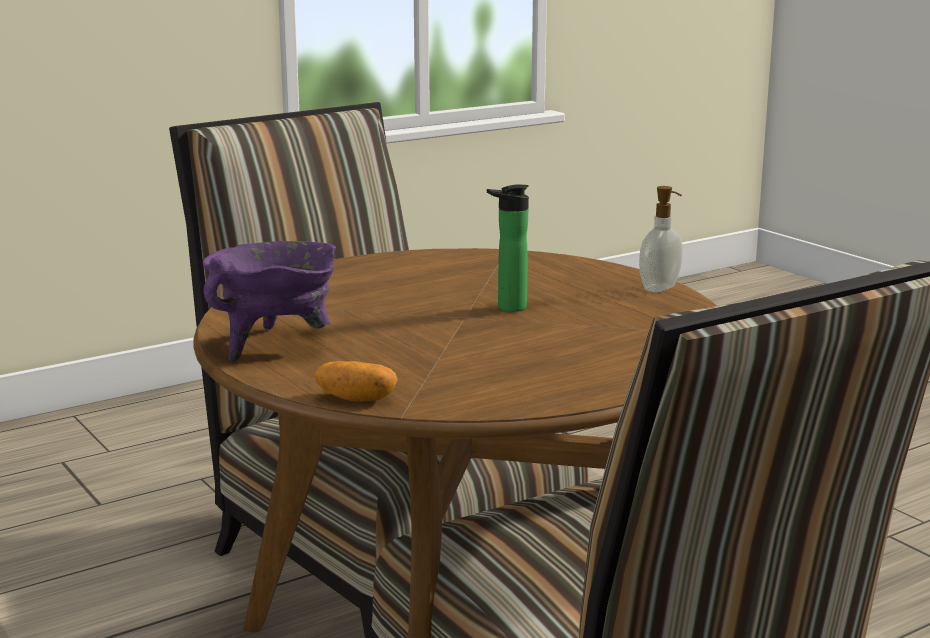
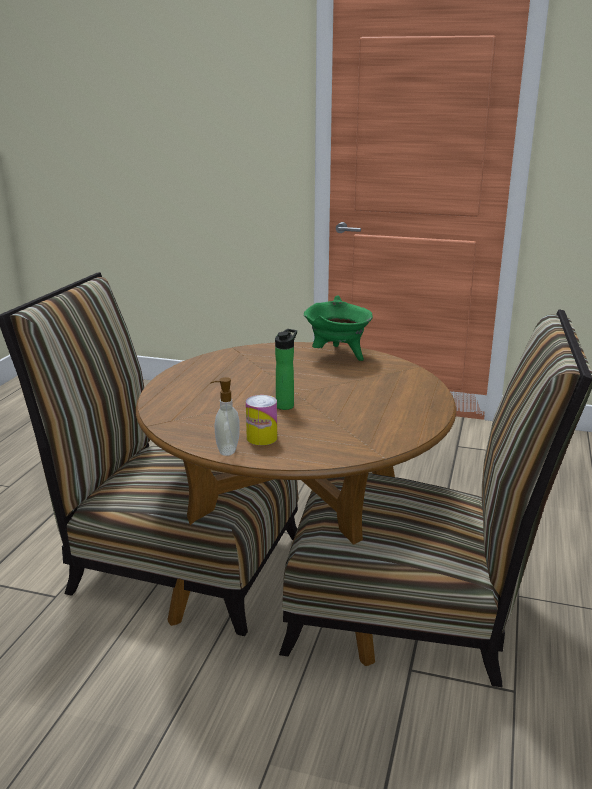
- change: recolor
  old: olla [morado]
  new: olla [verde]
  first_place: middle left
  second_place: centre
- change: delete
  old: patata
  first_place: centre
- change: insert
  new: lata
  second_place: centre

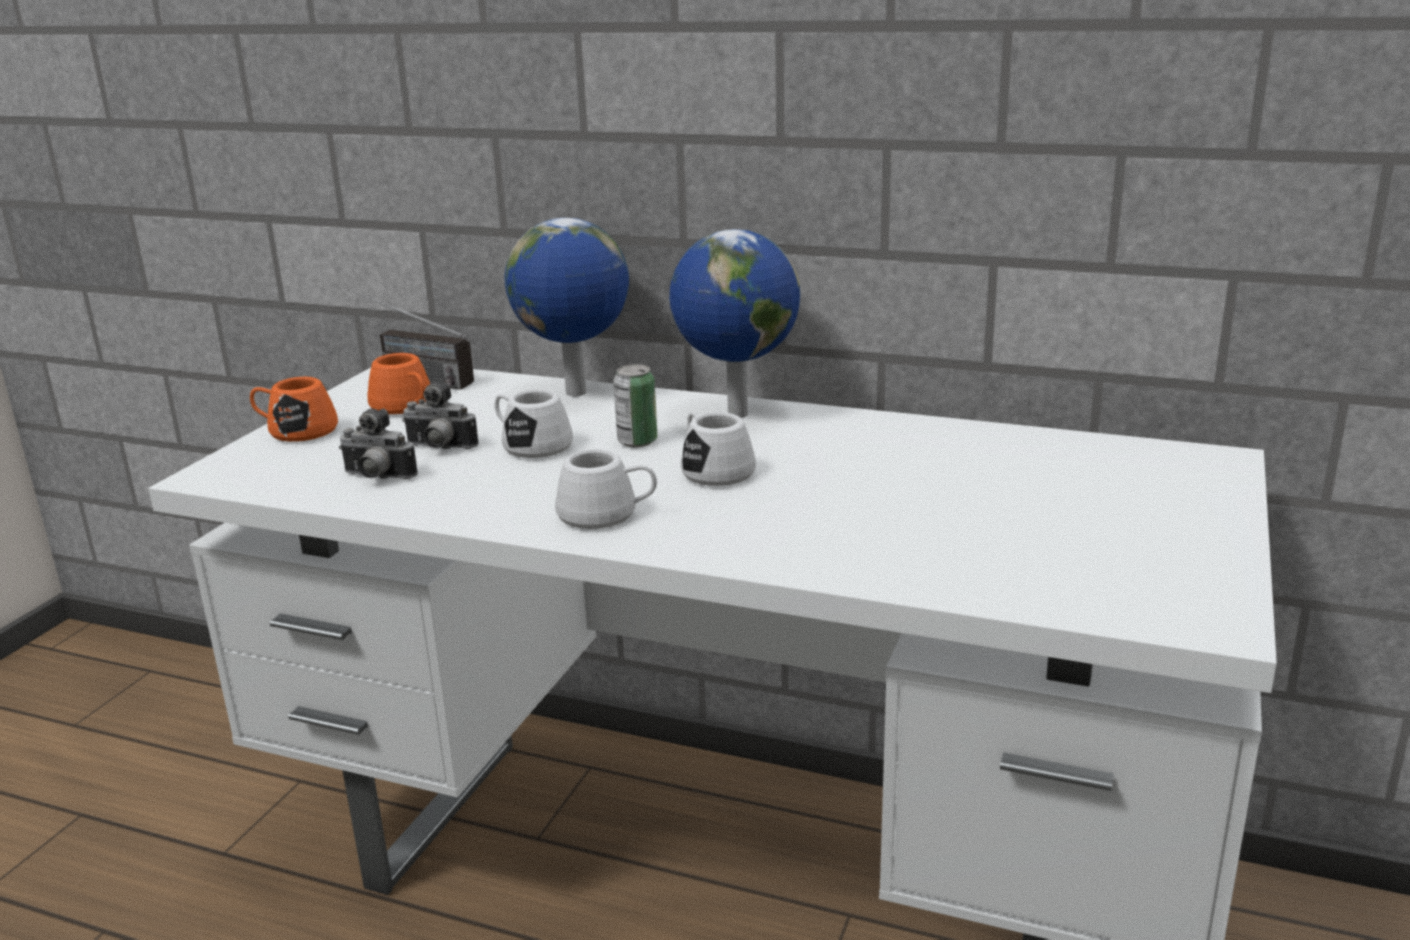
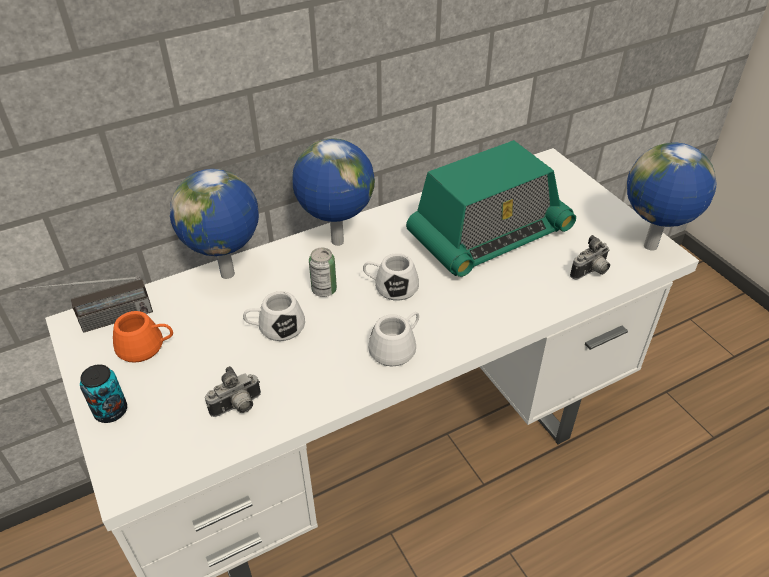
- change: replace
  old: taza grande [naranja] (1st from left)
  new: lata (1st from left)
  first_place: middle left
  second_place: bottom left
- change: move
  old: cámara (2nd from left)
  first_place: middle left
  second_place: middle right
- change: insert
  new: radio (2nd from left)
  second_place: centre
- change: insert
  new: globo terráqueo (3rd from left)
  second_place: middle right

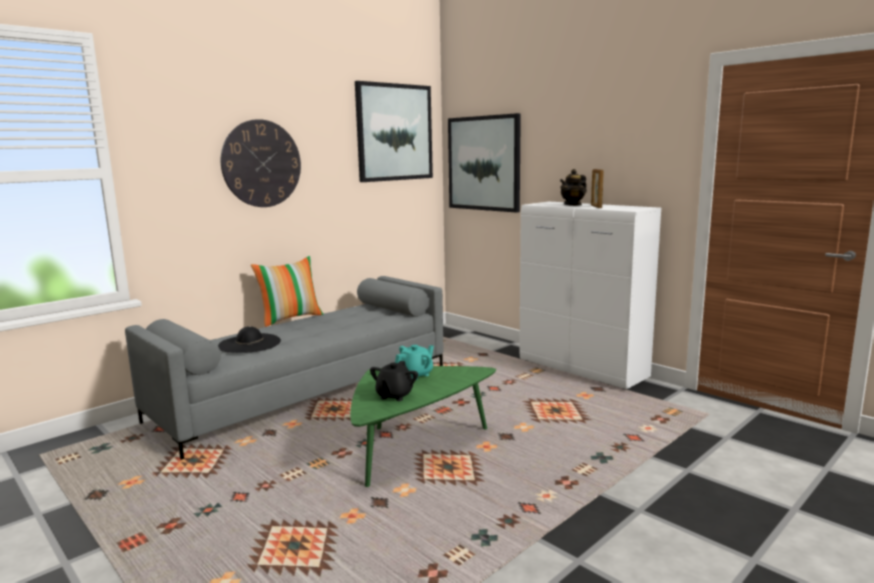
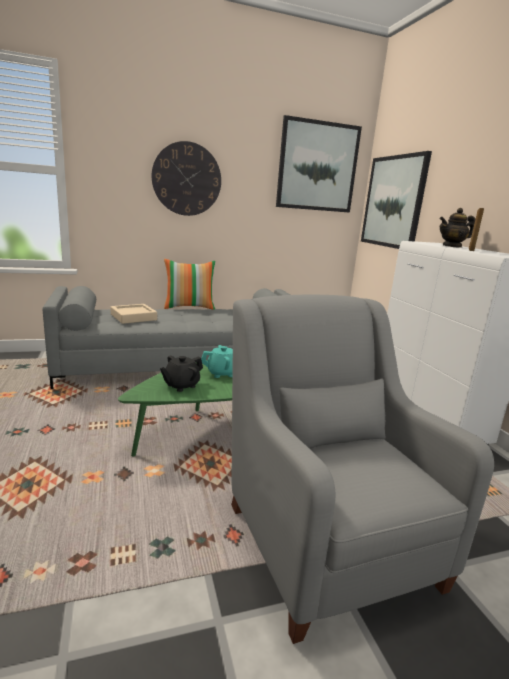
- change: replace
  old: sombrero [negro]
  new: bandeja [beis]
  first_place: middle left
  second_place: middle left
- change: insert
  new: sillón [gris]
  second_place: bottom right

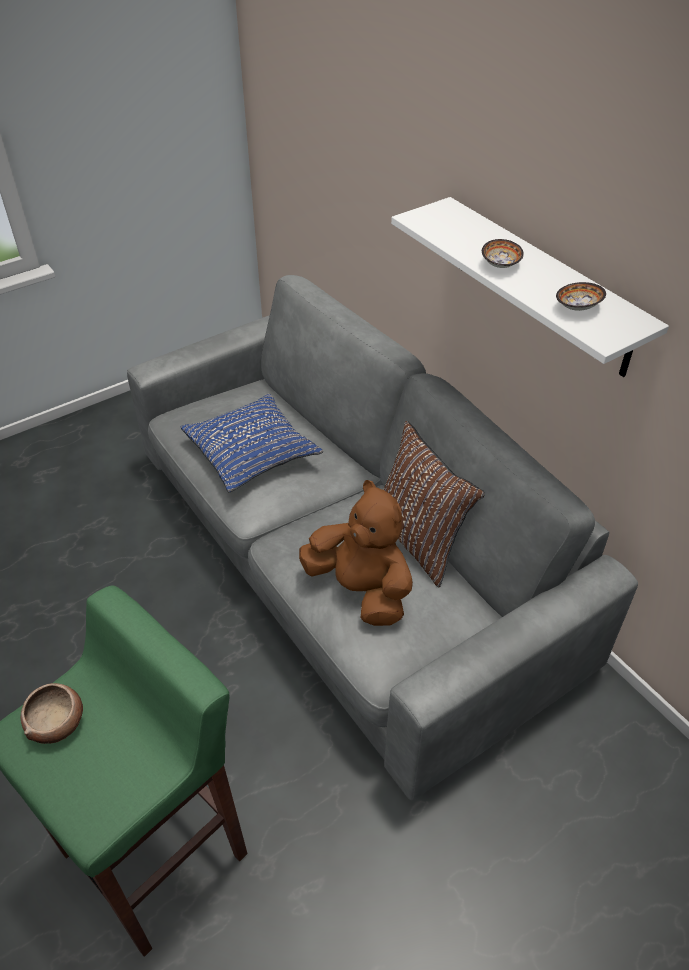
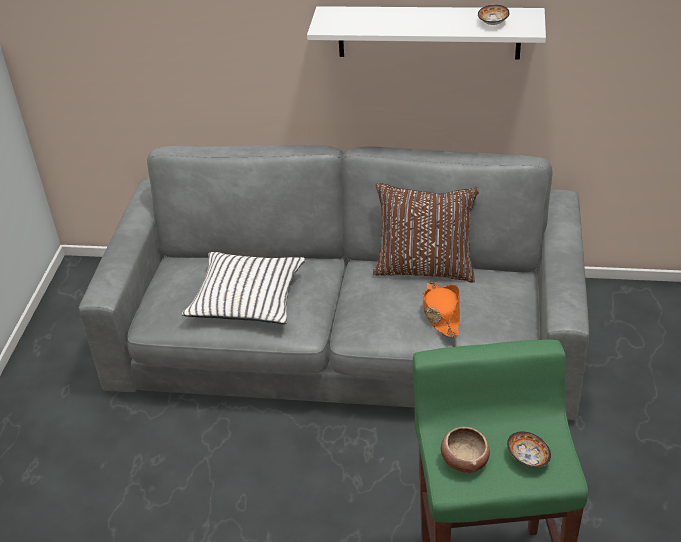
- change: recolor
  old: cojín [azul]
  new: cojín [blanco]
  first_place: centre
  second_place: centre
- change: replace
  old: peluche [marrón]
  new: sombrero [naranja]
  first_place: centre
  second_place: centre
- change: move
  old: cuenco (2nd from left in the first image)
  new: cuenco (3rd from left)
  first_place: top right
  second_place: bottom right

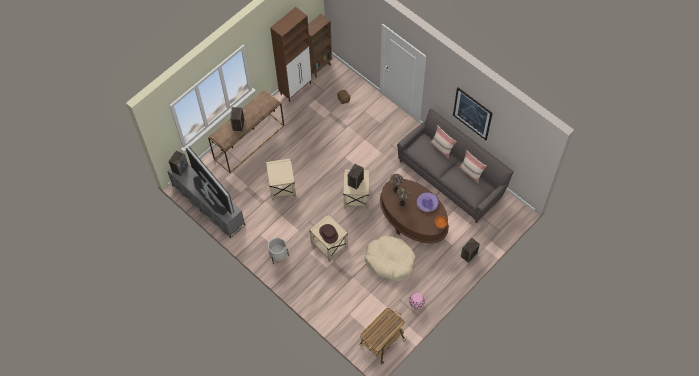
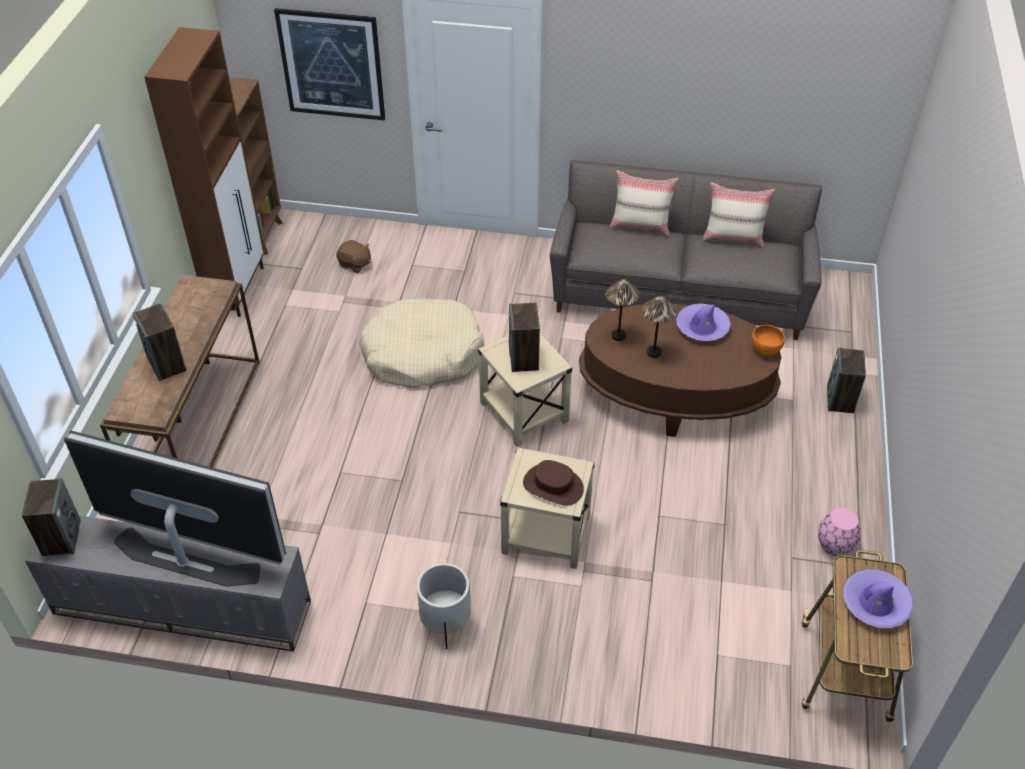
- change: delete
  old: mesa auxiliar [beis] (1st from left)
  first_place: centre
- change: move
  old: cama para perro [beis]
  first_place: bottom centre
  second_place: centre
- change: move
  old: cuadro
  first_place: top right
  second_place: top left
- change: insert
  new: sombrero [morado] (2nd from left)
  second_place: bottom right

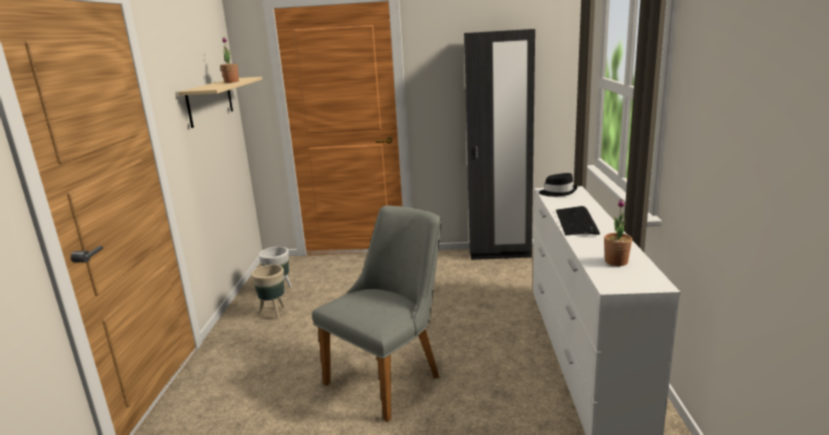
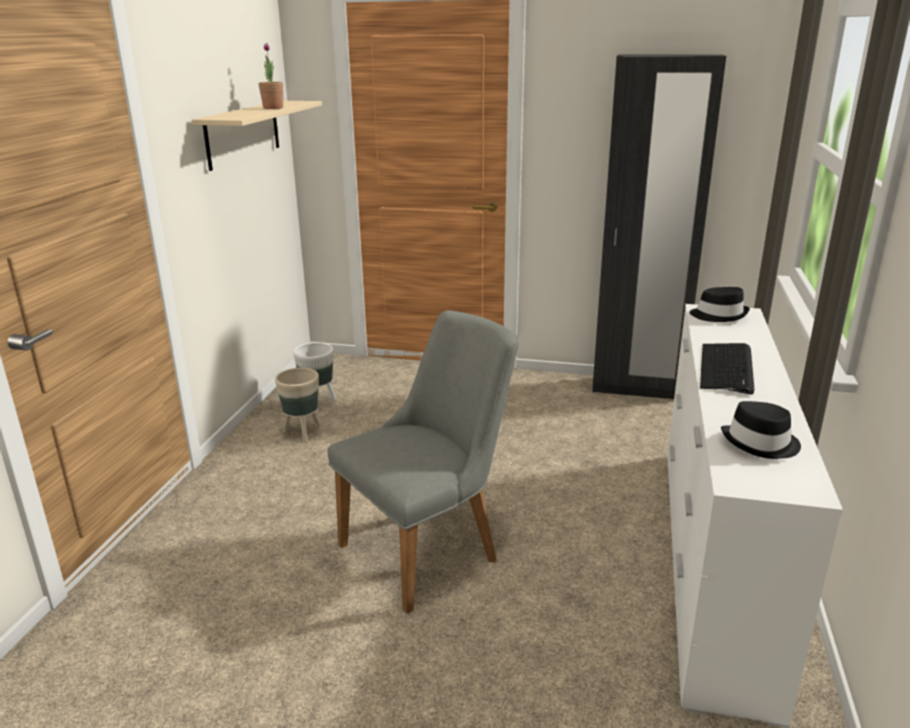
- change: replace
  old: planta en maceta (2nd from left)
  new: sombrero [negro] (2nd from left)
  first_place: middle right
  second_place: middle right

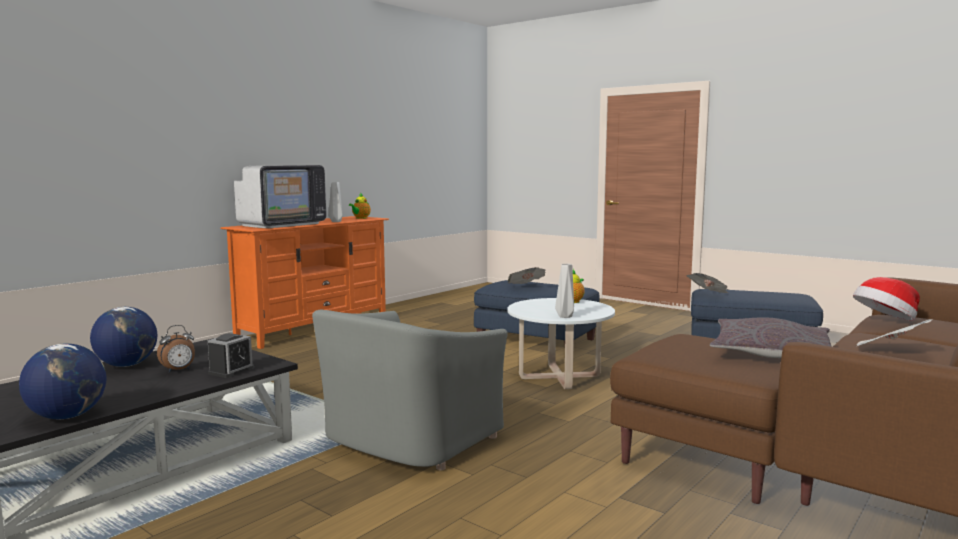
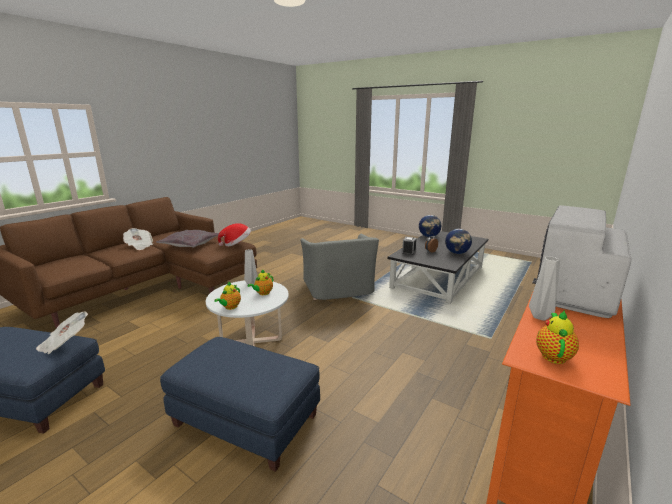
- change: rotate
  old: sillón [gris]
  first_place: bottom centre
  second_place: centre
  degrees: 135
- change: delete
  old: periódico (1st from left)
  first_place: centre
- change: move
  old: sombrero
  first_place: middle right
  second_place: centre
- change: insert
  new: tetera (2nd from left)
  second_place: centre

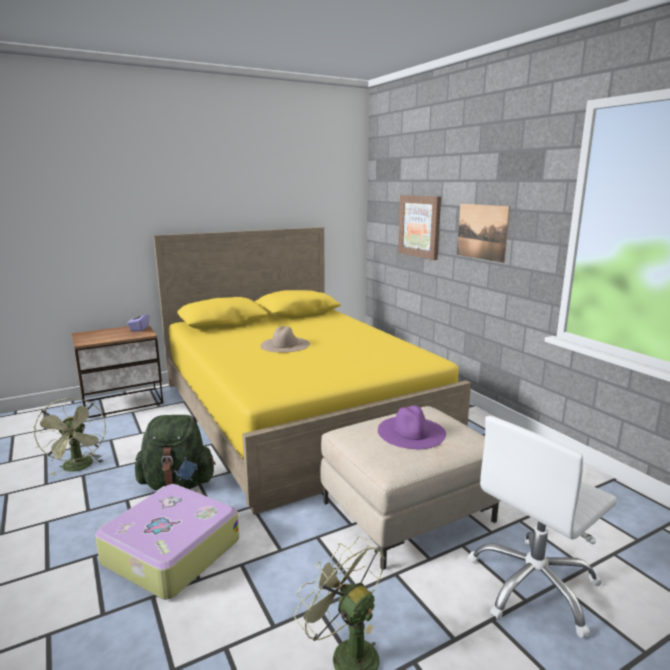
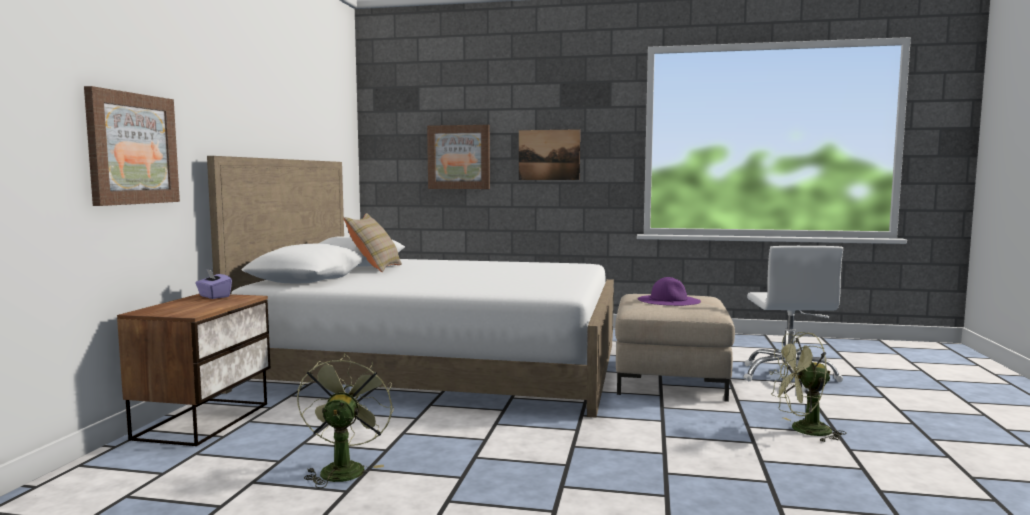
- change: rotate
  old: ventilador [verde] (1st from left)
  first_place: middle left
  second_place: bottom centre
  degrees: -105
- change: delete
  old: maleta
  first_place: bottom left
- change: delete
  old: mochila [verde]
  first_place: bottom left
- change: recolor
  old: cama [amarillo]
  new: cama [blanco]
  first_place: centre
  second_place: centre
- change: delete
  old: sombrero [beis]
  first_place: centre
- change: insert
  new: cuadro (1st from left)
  second_place: top left
- change: insert
  new: cojín [beis]
  second_place: centre

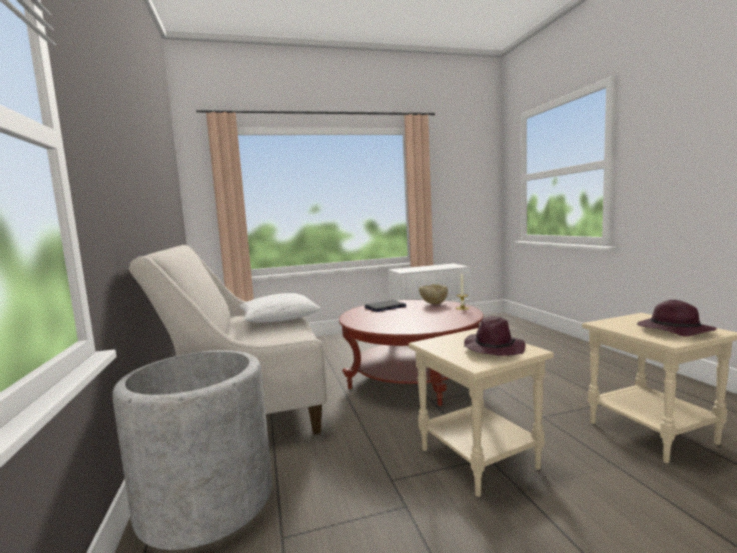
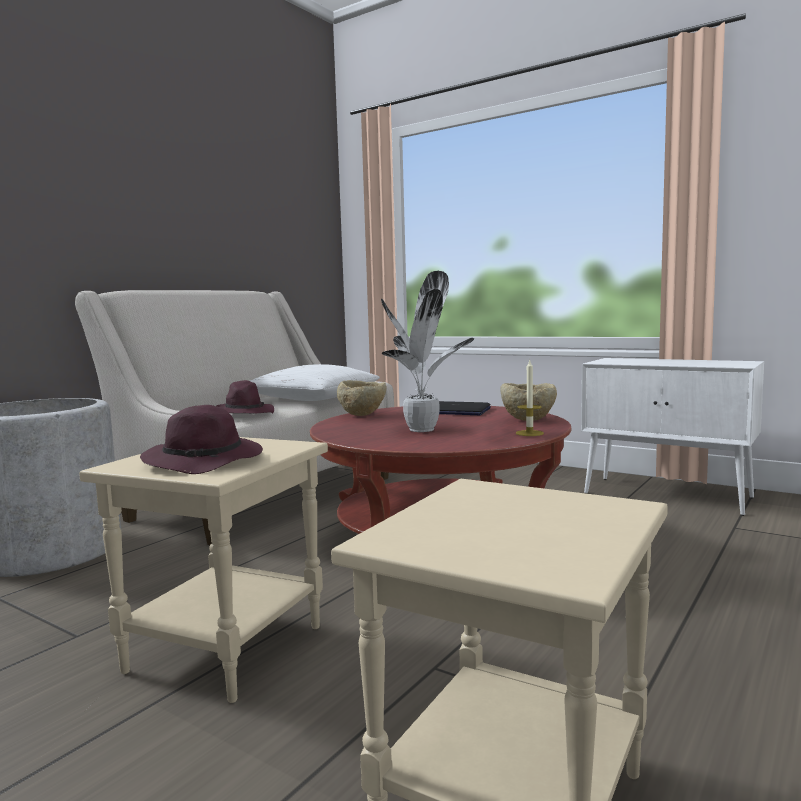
- change: move
  old: sombrero [morado] (2nd from left)
  first_place: middle right
  second_place: middle left
- change: insert
  new: cuenco [beis] (1st from left)
  second_place: centre
- change: insert
  new: planta en maceta
  second_place: centre

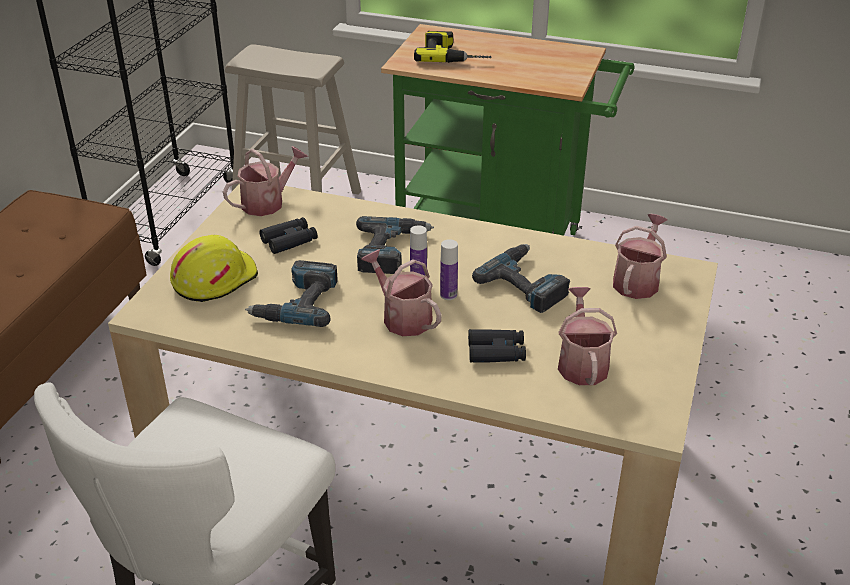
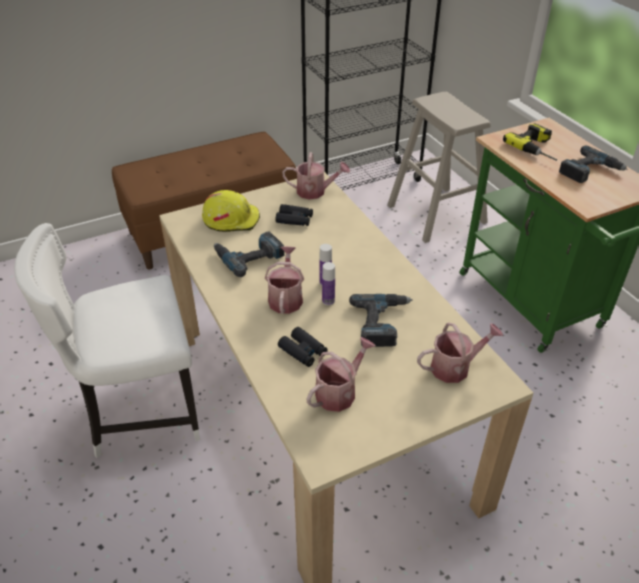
- change: move
  old: taladro (2nd from left in the first image)
  new: taladro (4th from left)
  first_place: centre
  second_place: top right

